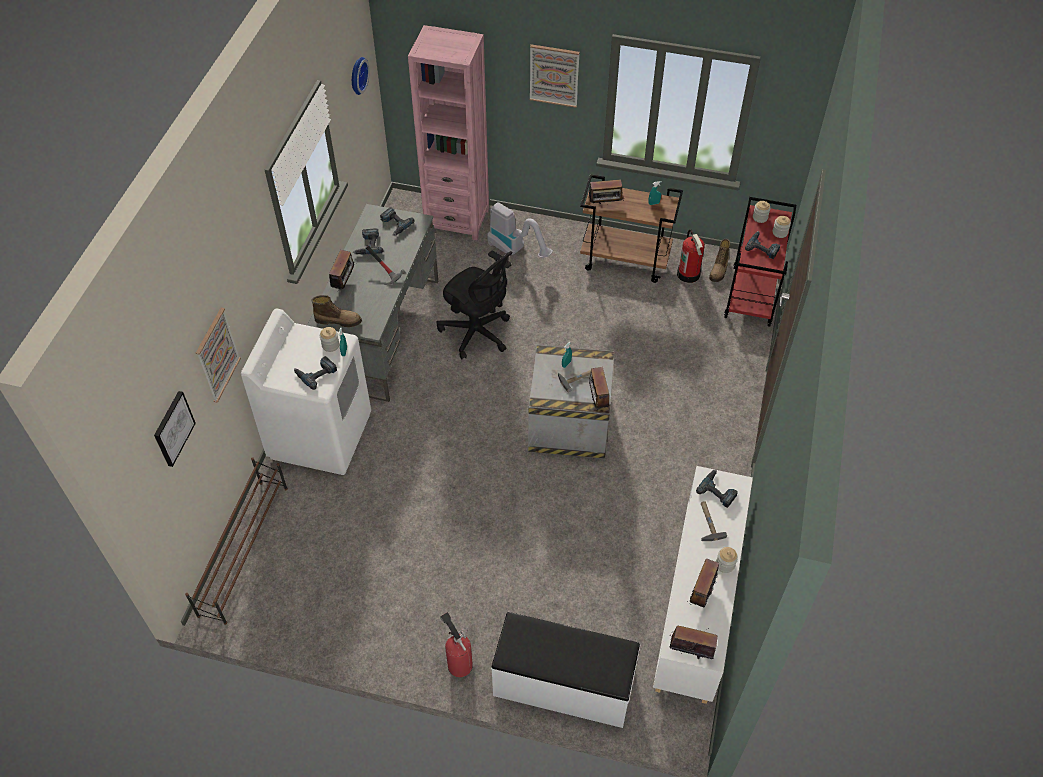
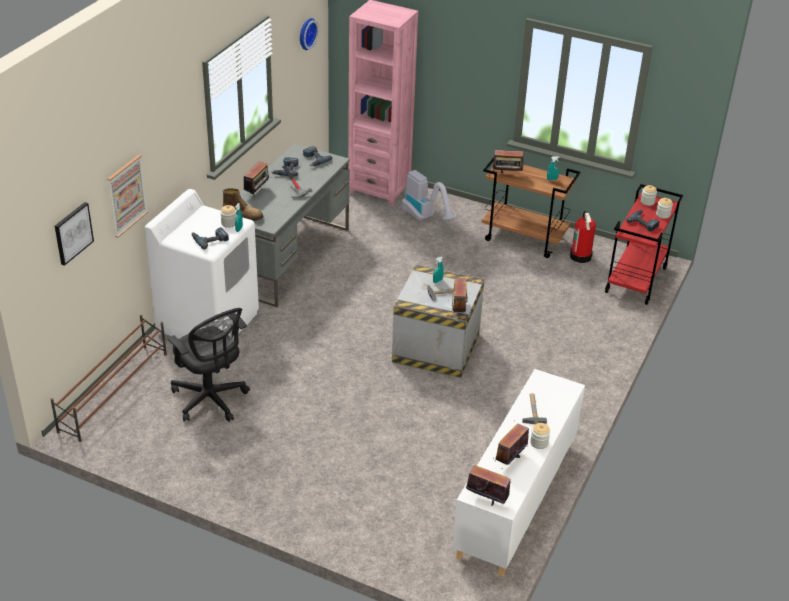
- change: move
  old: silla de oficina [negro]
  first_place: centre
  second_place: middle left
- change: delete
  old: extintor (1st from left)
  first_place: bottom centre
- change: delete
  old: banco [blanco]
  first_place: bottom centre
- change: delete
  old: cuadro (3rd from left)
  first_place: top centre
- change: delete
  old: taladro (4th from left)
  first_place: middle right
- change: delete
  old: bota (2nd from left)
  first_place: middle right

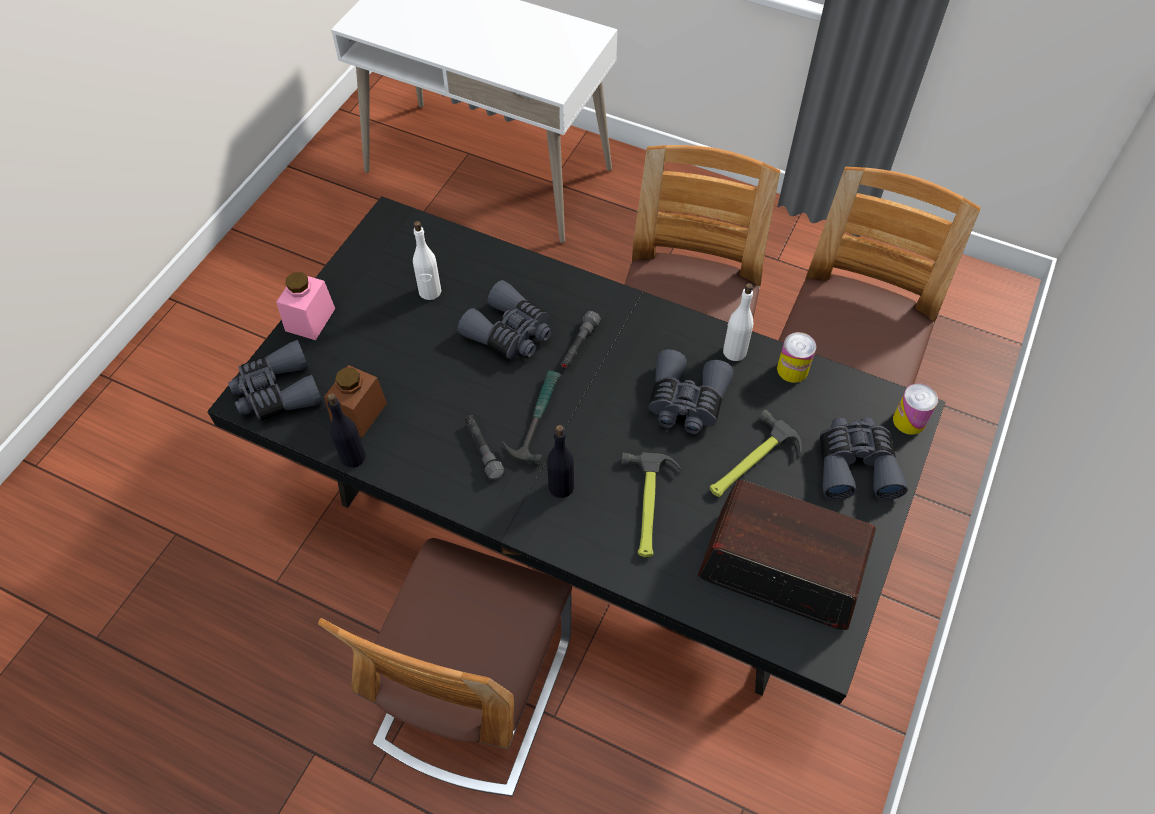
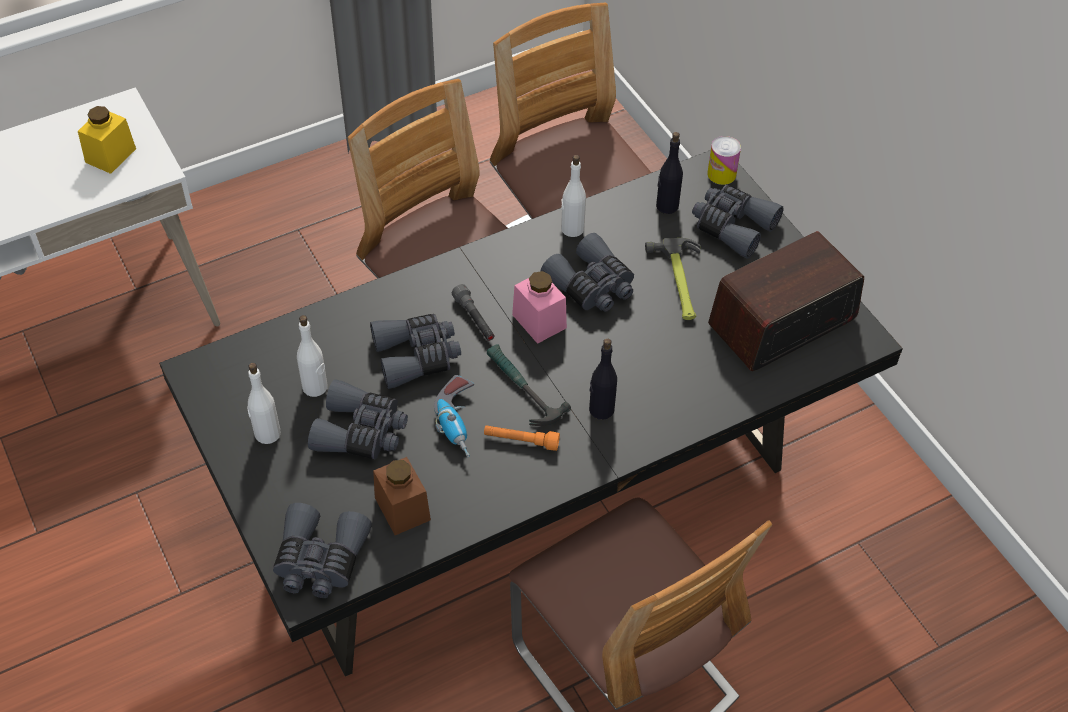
- change: move
  old: tarro [rosa]
  first_place: middle left
  second_place: centre
- change: move
  old: botella [negro] (1st from left in the first image)
  new: botella [negro] (2nd from left)
  first_place: middle left
  second_place: top centre
- change: recolor
  old: linterna [gris] (1st from left)
  new: linterna [naranja]
  first_place: centre
  second_place: centre
- change: delete
  old: martillo (2nd from left)
  first_place: centre
- change: delete
  old: lata (1st from left)
  first_place: middle right
- change: insert
  new: tarro [amarillo]
  second_place: top left
- change: insert
  new: botella [blanco] (1st from left)
  second_place: middle left
- change: insert
  new: prismáticos [gris] (2nd from left)
  second_place: centre
- change: insert
  new: taladro
  second_place: centre

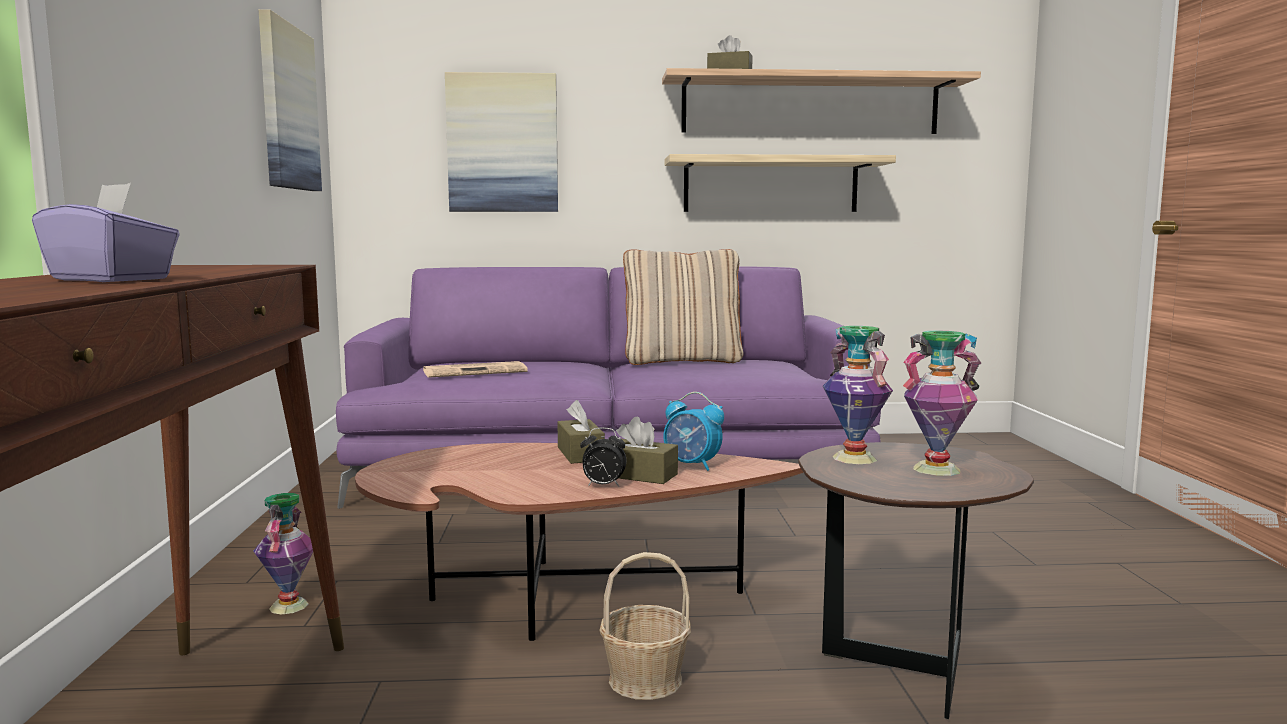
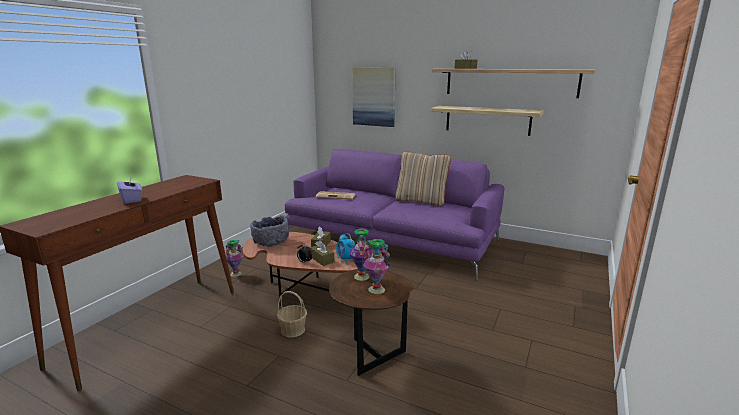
- change: delete
  old: cuadro (1st from left)
  first_place: top left
- change: insert
  new: cuenco [gris]
  second_place: centre

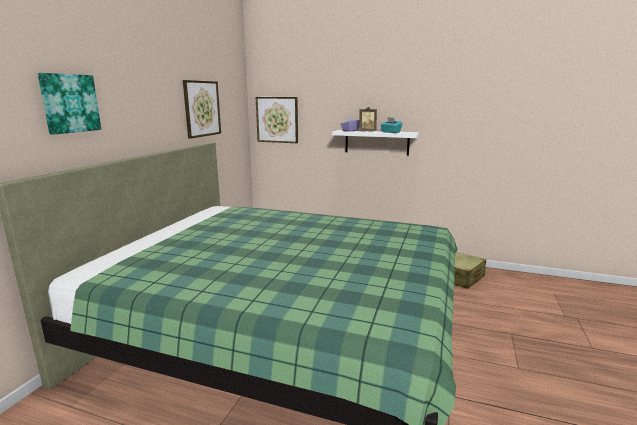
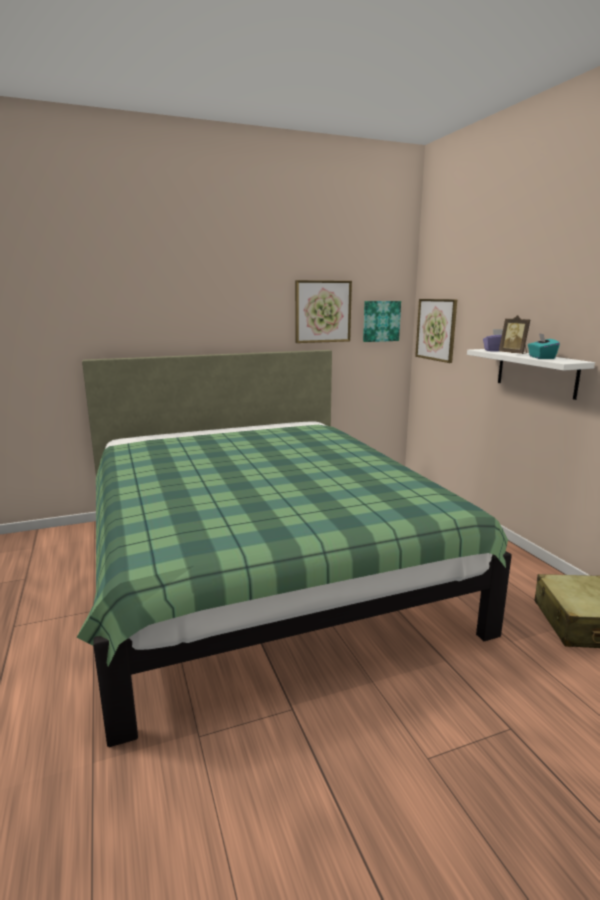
- change: move
  old: cuadro (1st from left in the first image)
  new: cuadro (2nd from left)
  first_place: top left
  second_place: centre

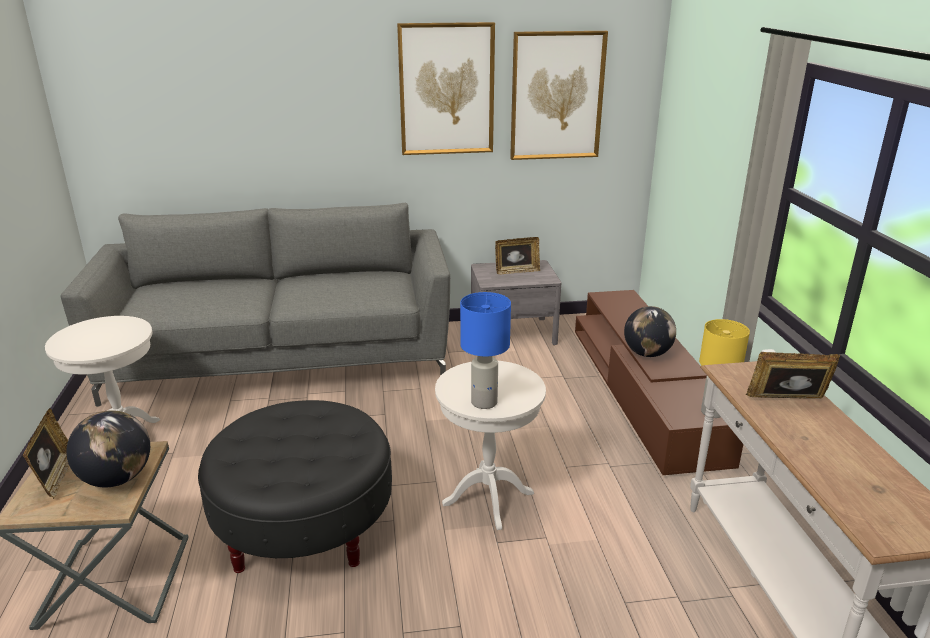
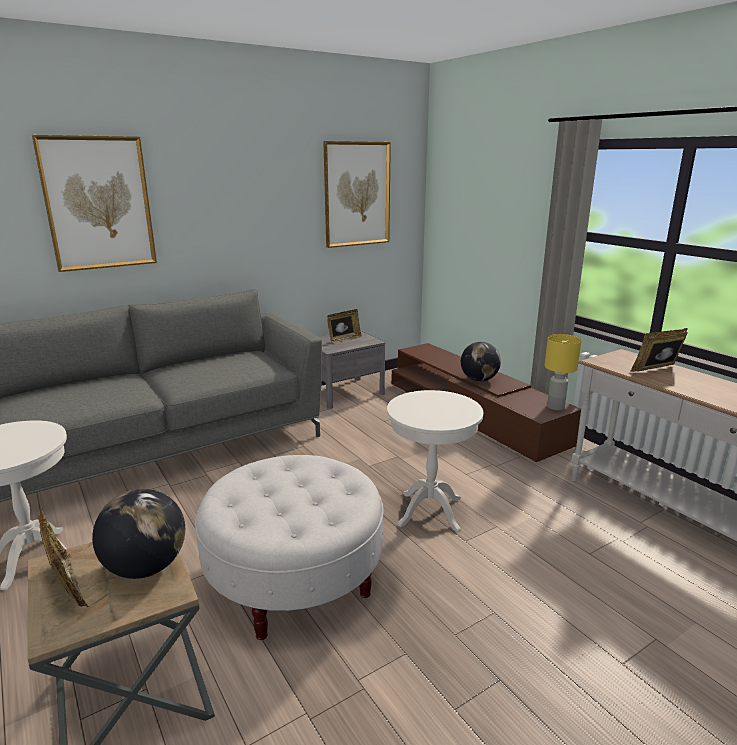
- change: recolor
  old: puf [negro]
  new: puf [blanco]
  first_place: bottom left
  second_place: bottom centre
- change: move
  old: cuadro (1st from left)
  first_place: top centre
  second_place: top left
- change: delete
  old: lámpara de mesa [azul]
  first_place: centre

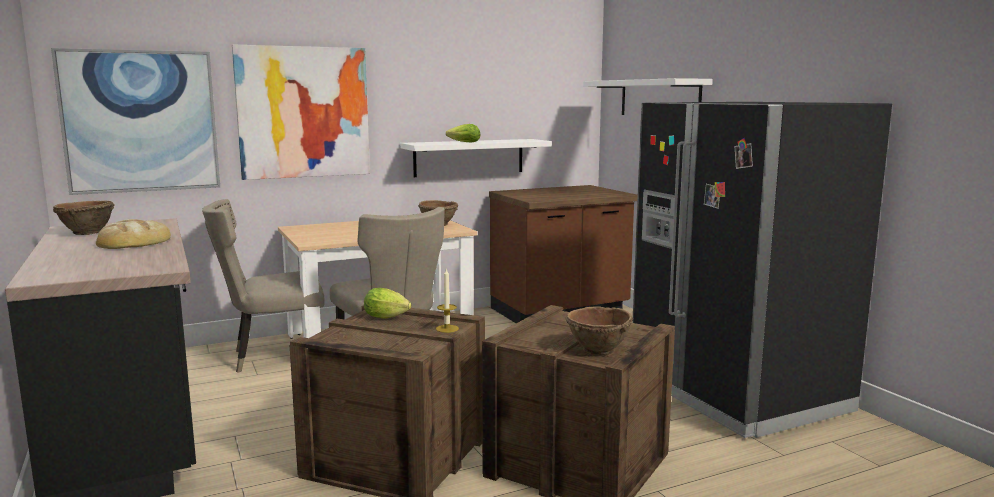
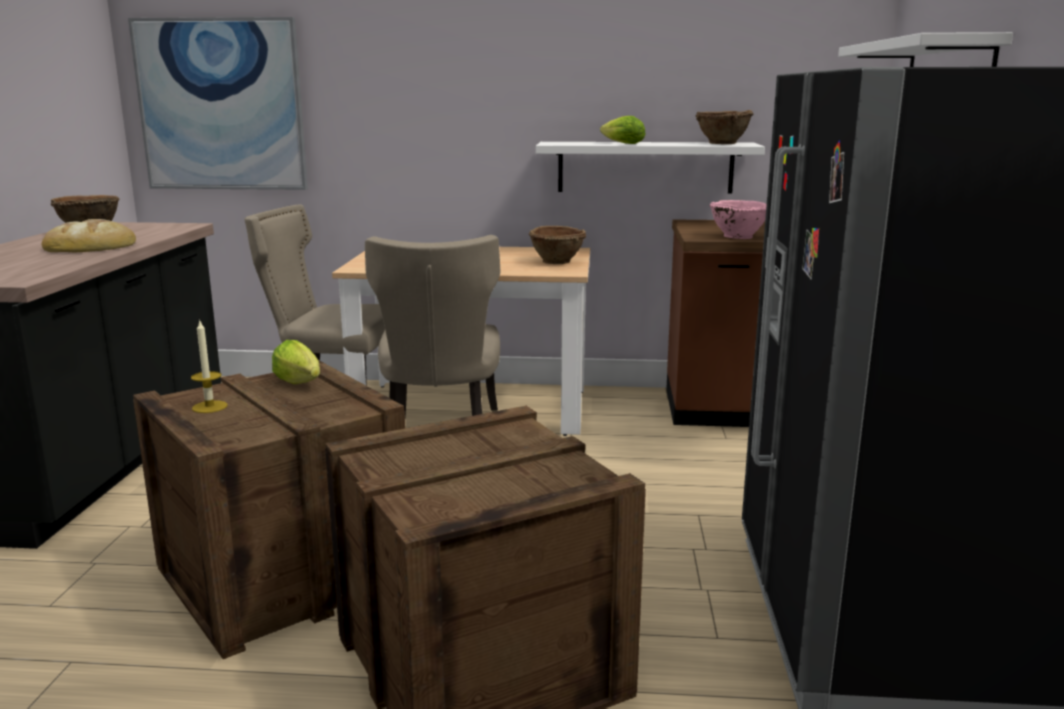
- change: delete
  old: cuadro (2nd from left)
  first_place: top left
- change: move
  old: vela
  first_place: centre
  second_place: middle left
- change: move
  old: cuenco [marrón] (3rd from left)
  first_place: centre
  second_place: top right
- change: insert
  new: cuenco [rosa]
  second_place: top right

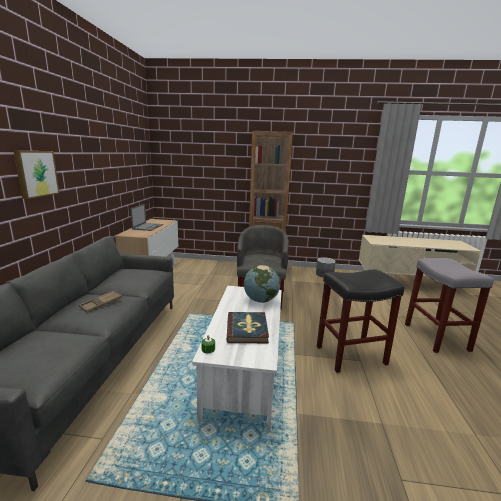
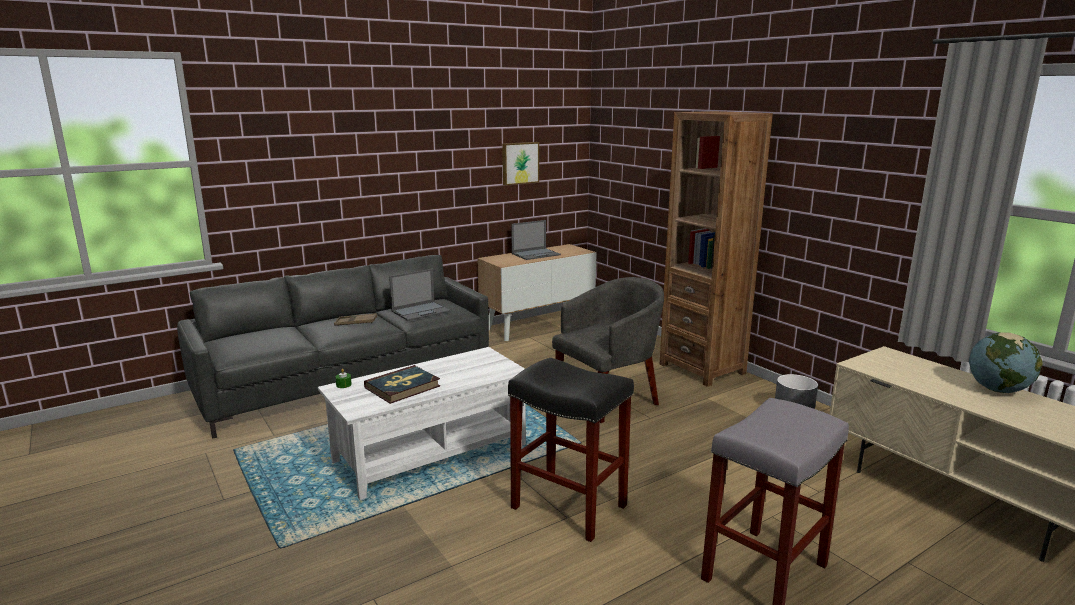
- change: move
  old: cuadro
  first_place: middle left
  second_place: top centre
- change: move
  old: globo terráqueo
  first_place: centre
  second_place: middle right
- change: insert
  new: portátil (1st from left)
  second_place: centre

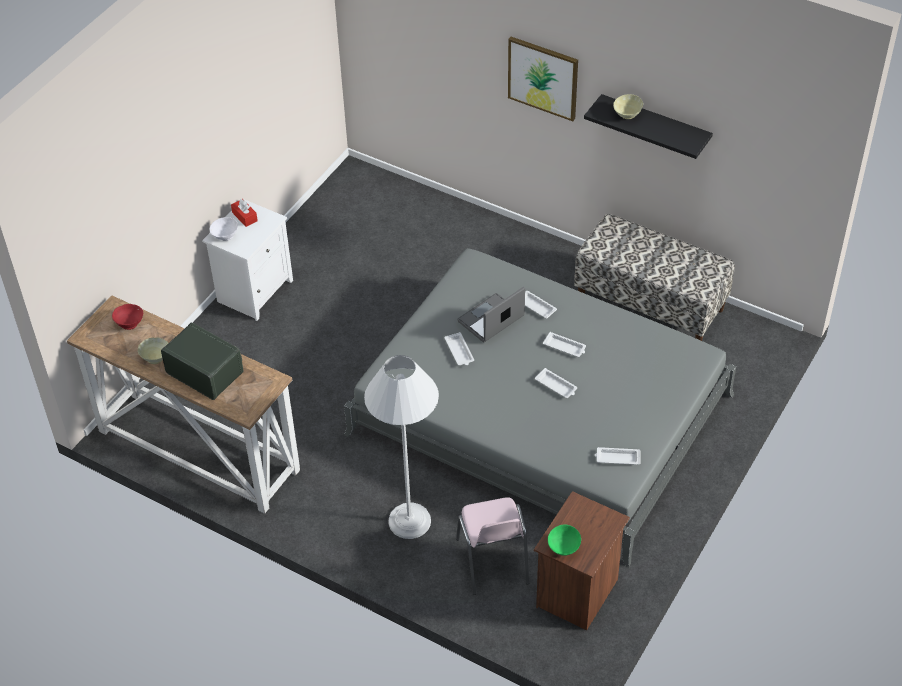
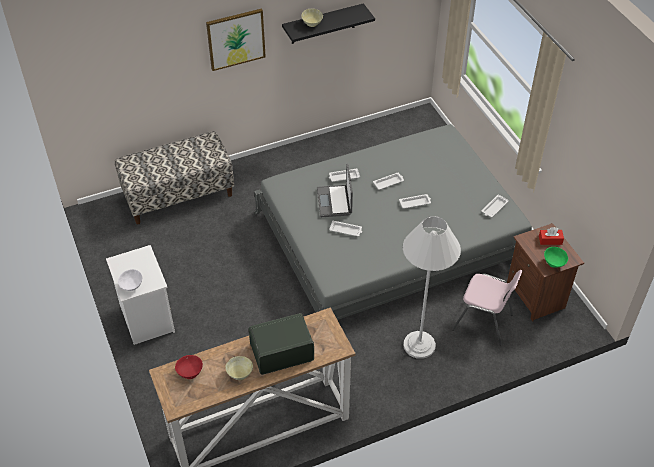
- change: move
  old: caja de pañuelos [rojo]
  first_place: top left
  second_place: middle right
- change: move
  old: banco
  first_place: middle right
  second_place: middle left

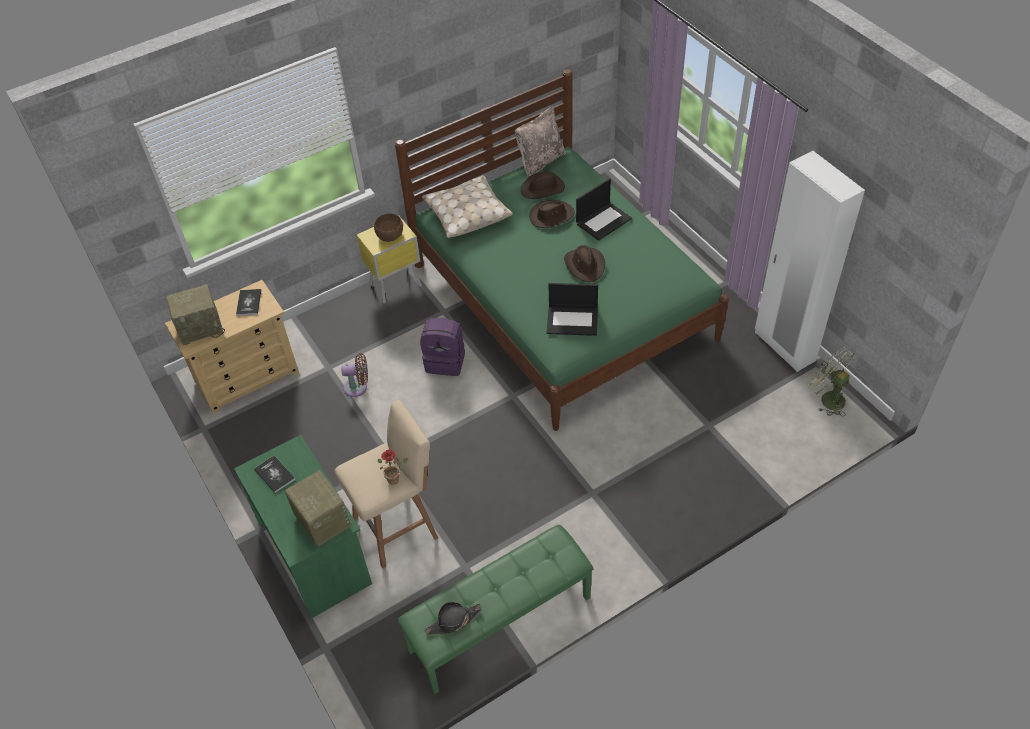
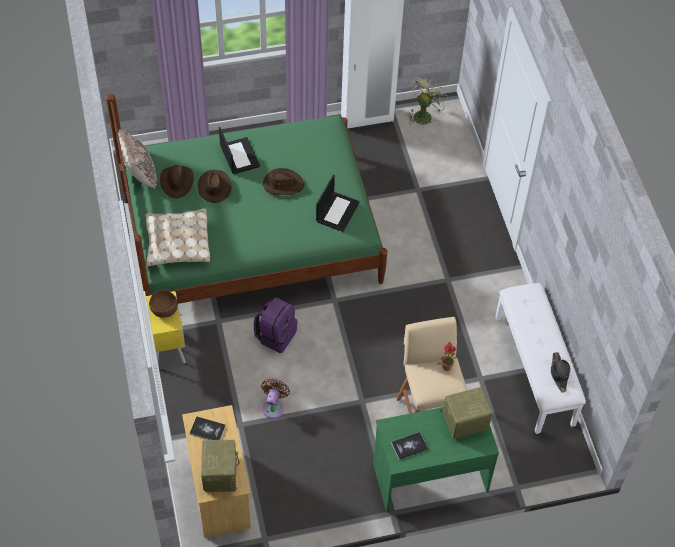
- change: recolor
  old: banco [verde]
  new: banco [blanco]
  first_place: bottom centre
  second_place: middle right
- change: rotate
  old: ventilador [verde]
  first_place: middle right
  second_place: top centre
  degrees: 150

